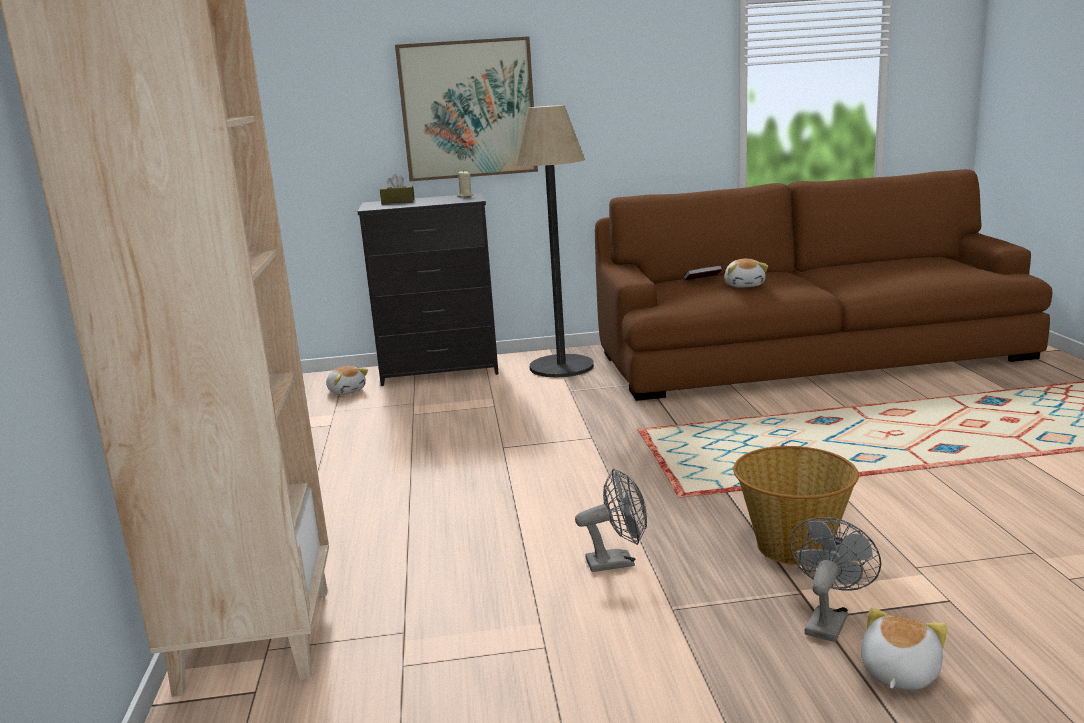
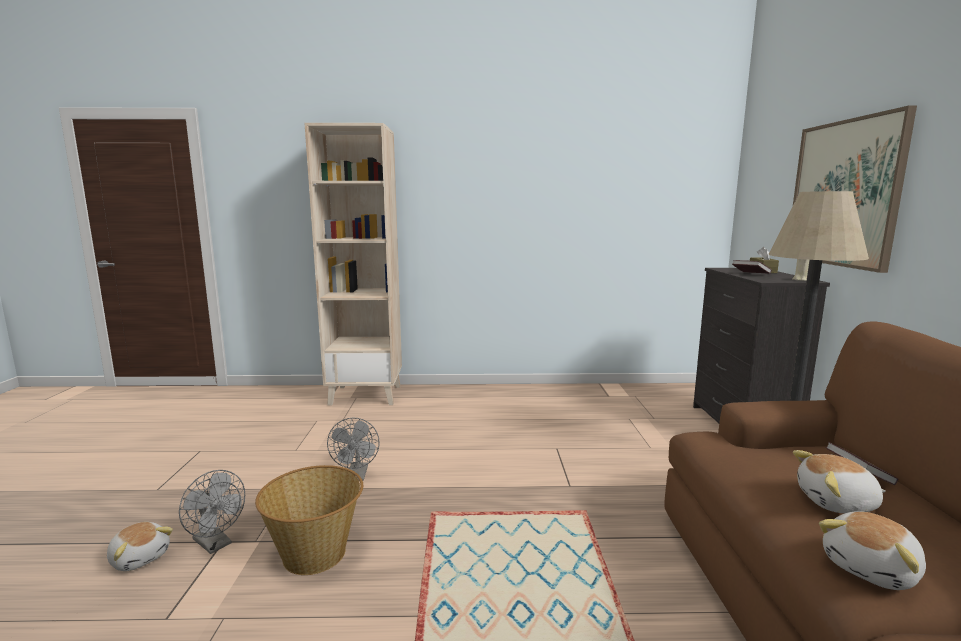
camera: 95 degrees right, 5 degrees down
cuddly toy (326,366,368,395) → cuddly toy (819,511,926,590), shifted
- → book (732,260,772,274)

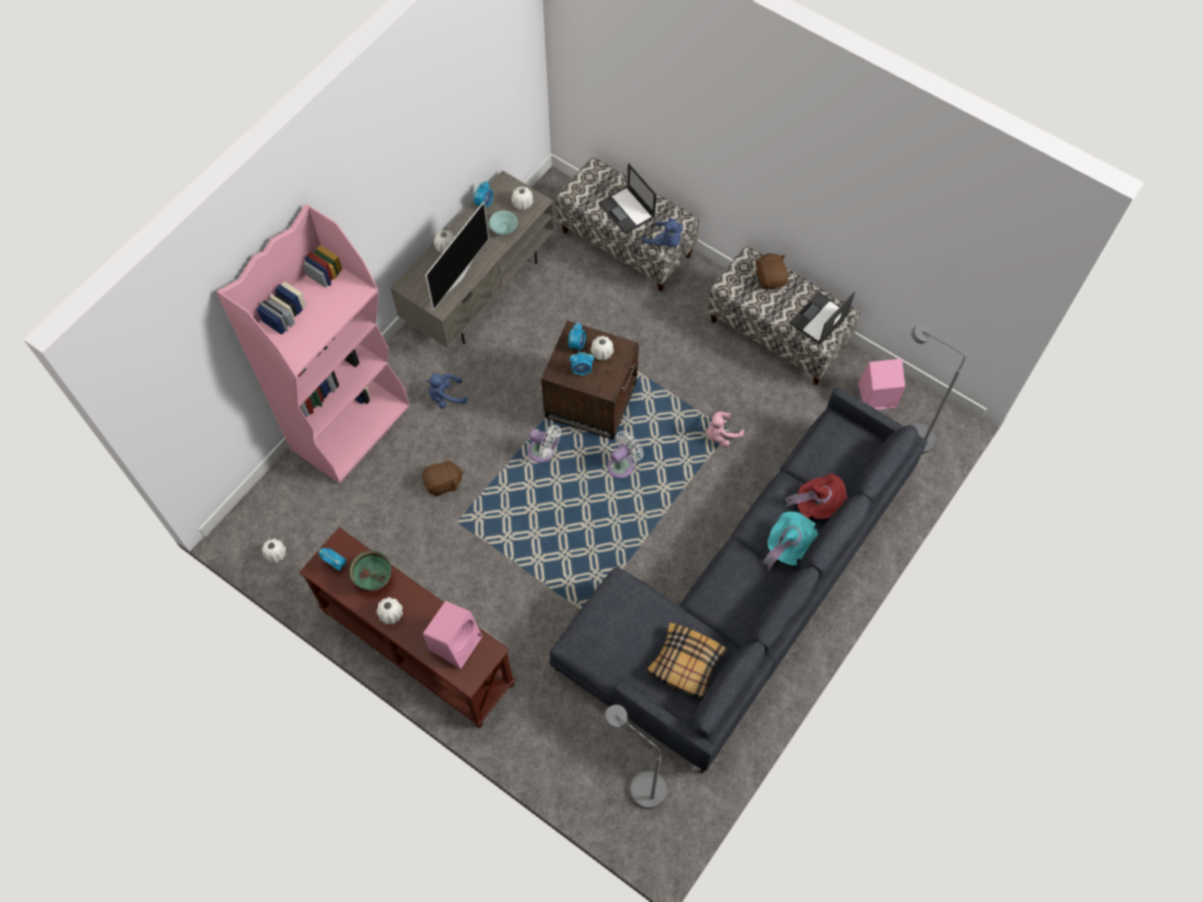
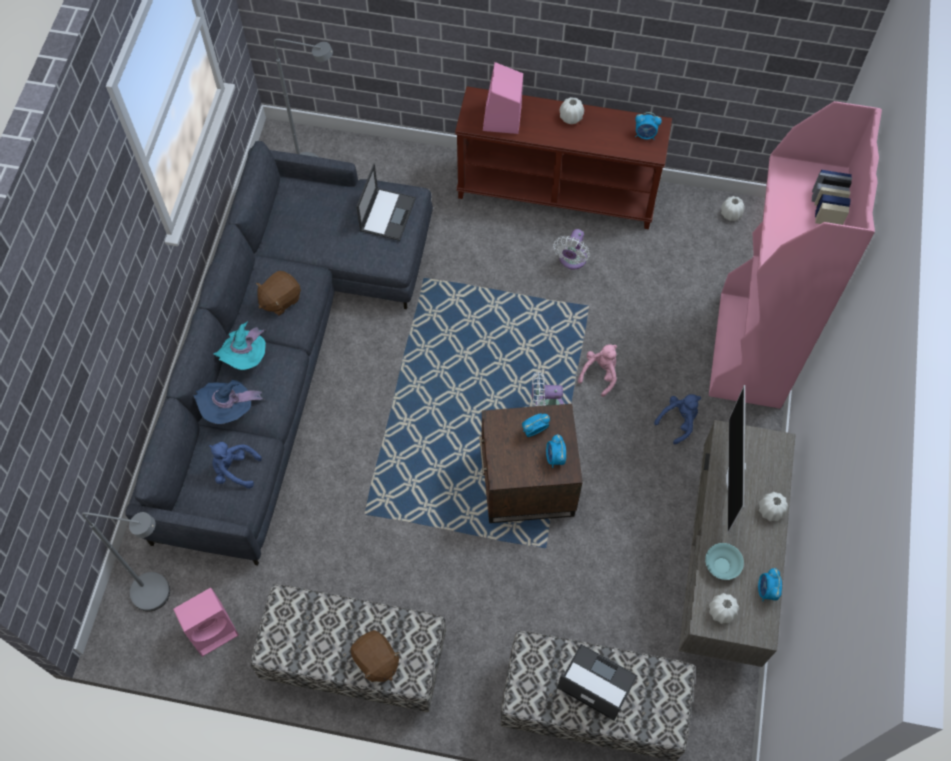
camera: 155 degrees right, 0 degrees up
blue-coloured cuddly toy (642,218,683,247) → blue-coloured cuddly toy (209,442,262,489), shifted
notebook computer (789,291,855,345) → notebook computer (356,164,416,241), shifted
white-coloured vase (591,336,614,360) → -
pink cuddly toy (707,412,744,447) → pink cuddly toy (578,344,617,397), shifted
white-coloured fan (607,431,644,478) → white-coloured fan (553,229,590,270), shifted
brown cuddly toy (422,458,464,496) → brown cuddly toy (256,271,301,316), shifted
red-coloured hat (784,474,847,519) → blue-coloured hat (194,380,265,424)
green deep dish (350,551,391,591) → -
cushion (647,623,727,698) → -

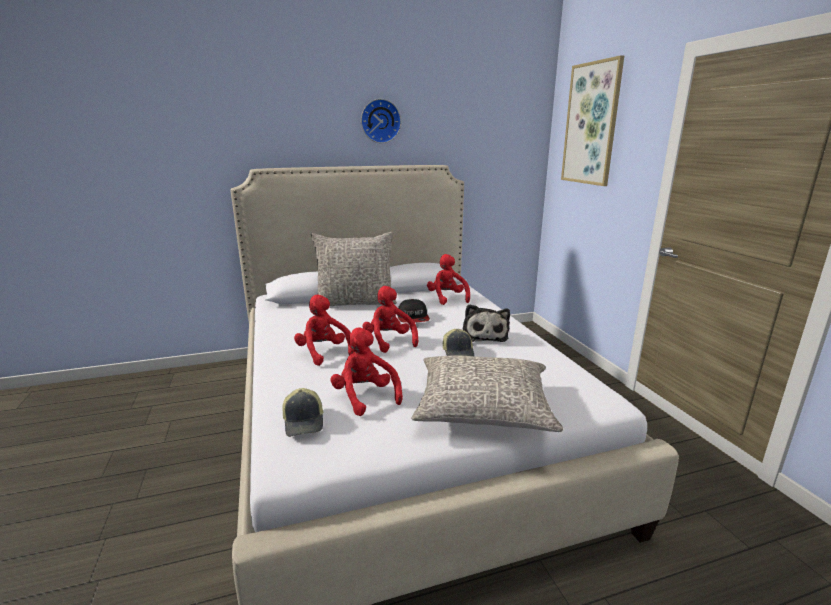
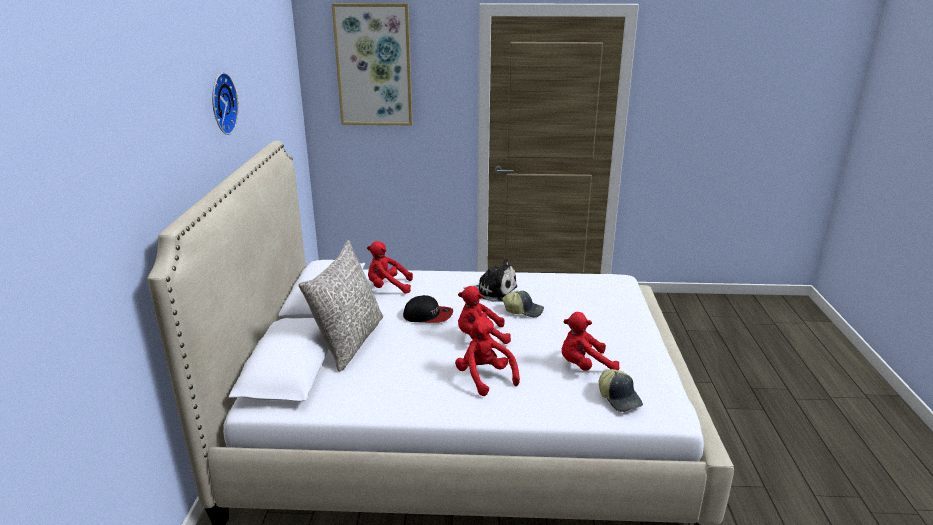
camera: 70 degrees left, 5 degrees up
red-coloured cuddly toy (294,295,355,366) → red-coloured cuddly toy (455,316,520,396), 75 degrees clockwise
greyish cushion (411,355,563,432) → -
peaked cap (282,388,323,437) → peaked cap (599,369,643,412), 60 degrees clockwise

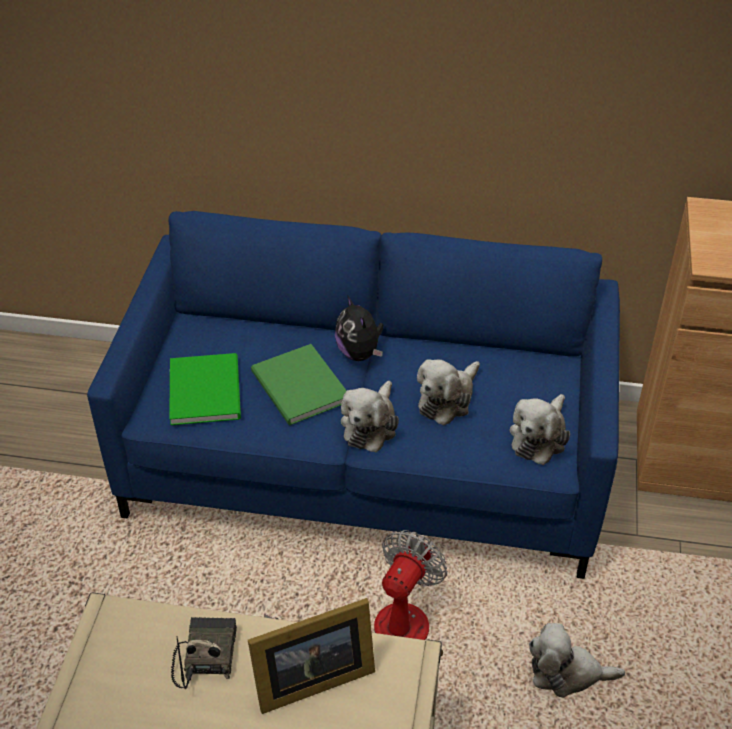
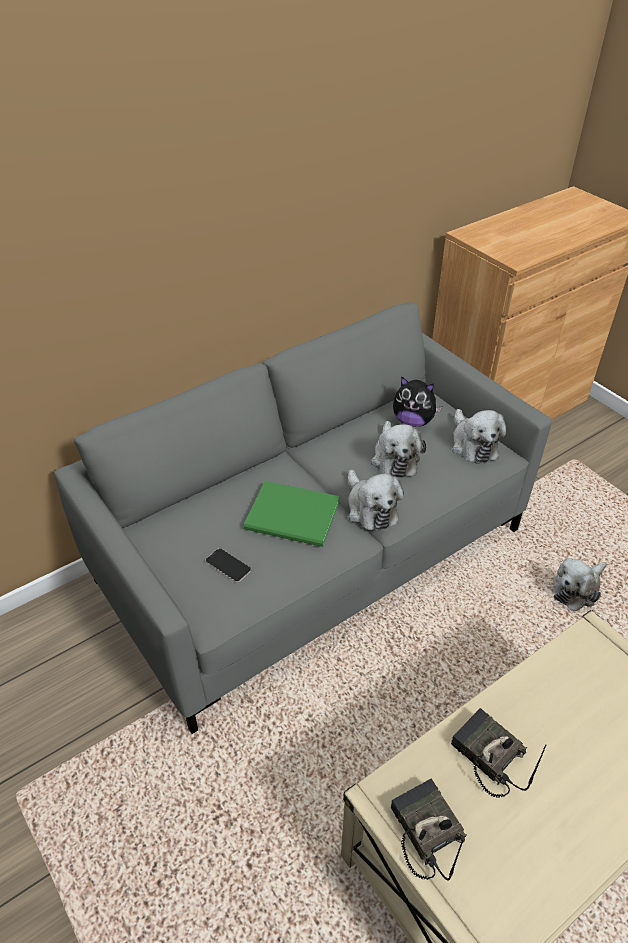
camera: 45 degrees left, 0 degrees up
blue-coloured settee (87,211,620,579) → greyish settee (54,302,552,734)
cuddly toy (335,295,383,361) → cuddly toy (393,376,442,427), shifted
green book (169,353,241,425) → phone (206,548,251,583)
fan (264,530,447,640) → -
picture frame (248,598,375,714) → -
- → radio (391,778,467,881)

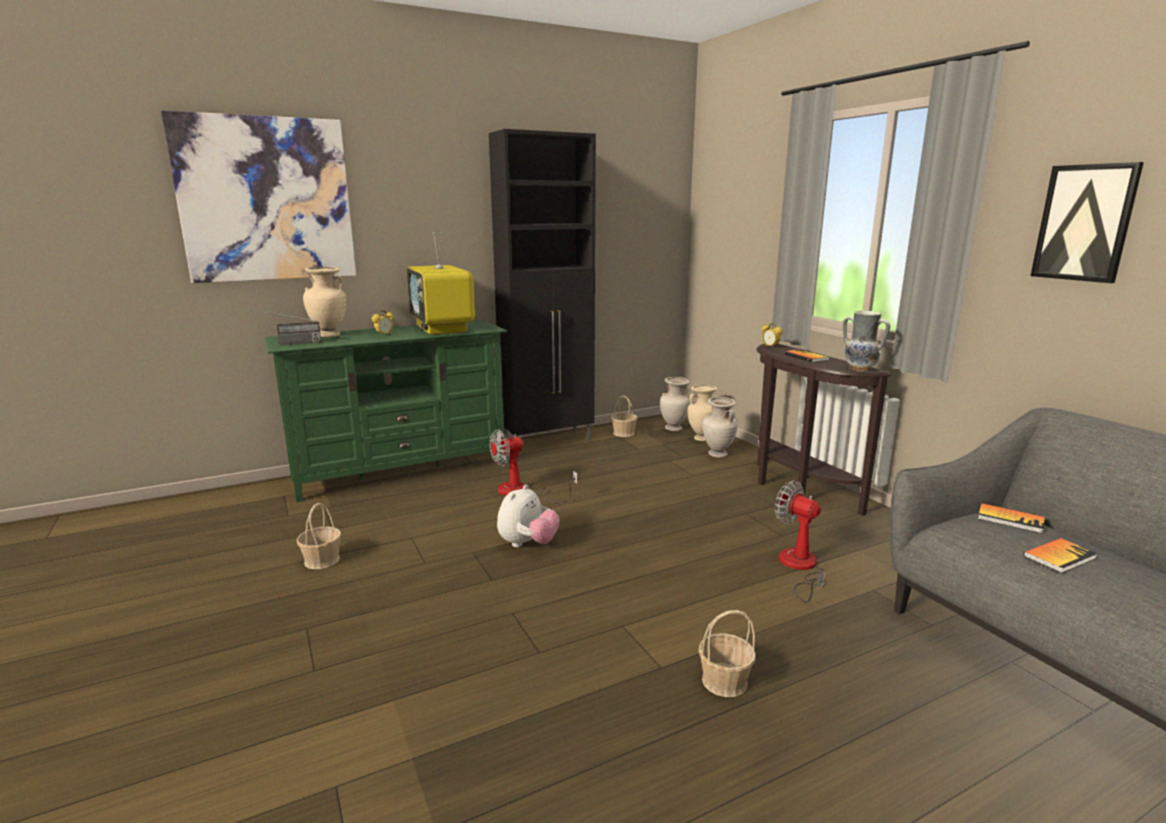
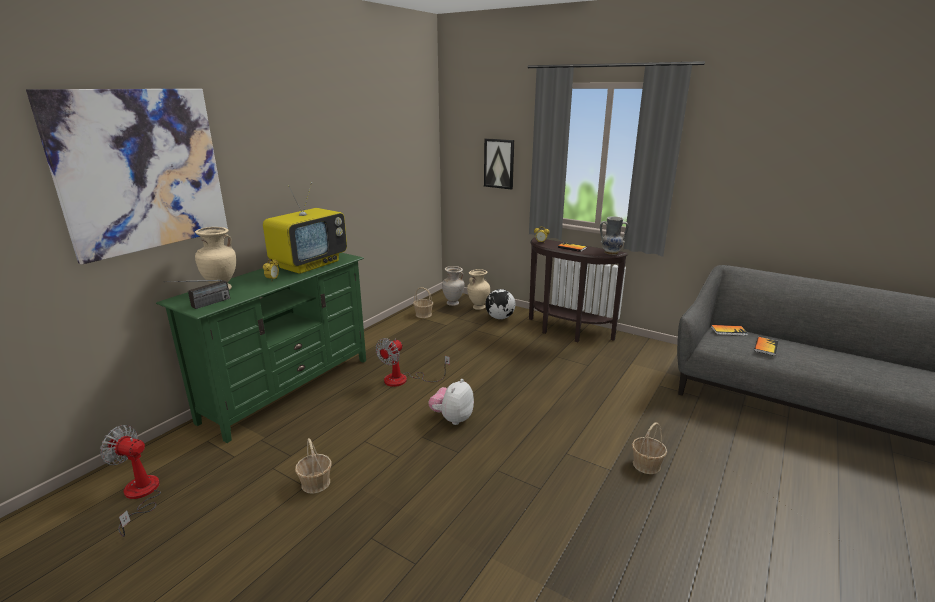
camera: 30 degrees left, 5 degrees up
black-coloured storage cabinet (489,129,596,453) → -
wall picture (1031,162,1144,283) → wall picture (484,139,514,190), shifted
television (407,230,475,335) → television (263,182,347,274), 90 degrees counterclockwise
beige vase (702,397,738,458) → globe (485,289,515,319)
fan (775,480,826,603) → fan (100,425,161,537), shifted
cuddly toy (497,484,559,547) → cuddly toy (429,379,474,425), 150 degrees counterclockwise

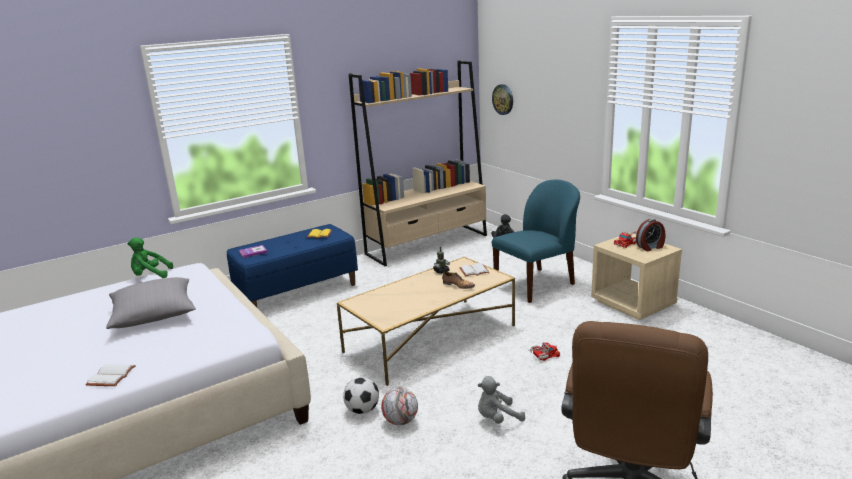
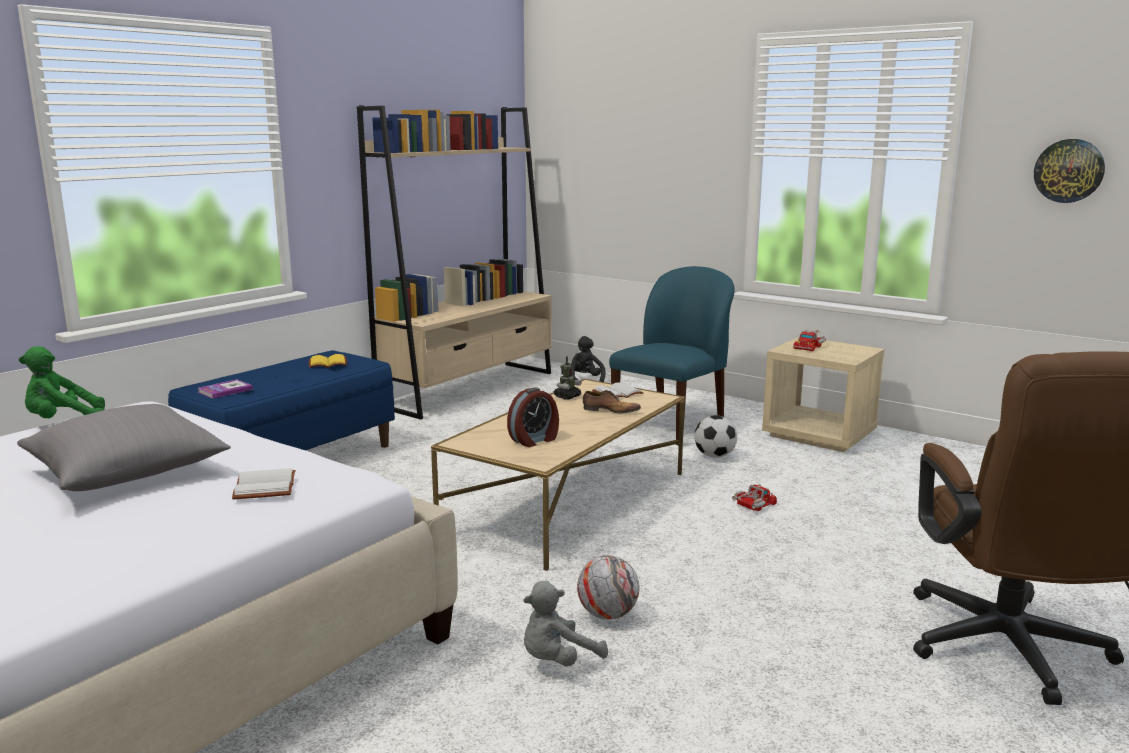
camera: 20 degrees left, 5 degrees down
hanging clock (492,84,513,115) → hanging clock (1034,139,1105,203), shifted
alarm clock (636,219,665,251) → alarm clock (507,388,559,447), shifted
white-coloured book (85,364,136,386) → white-coloured book (232,468,296,499), shifted
greyish cuddly toy (477,376,525,424) → greyish cuddly toy (523,581,608,667), shifted
football ball (343,377,379,414) → football ball (694,415,737,458), shifted

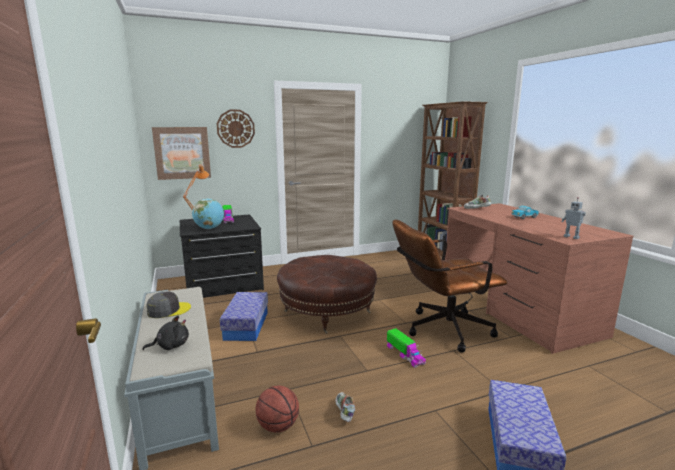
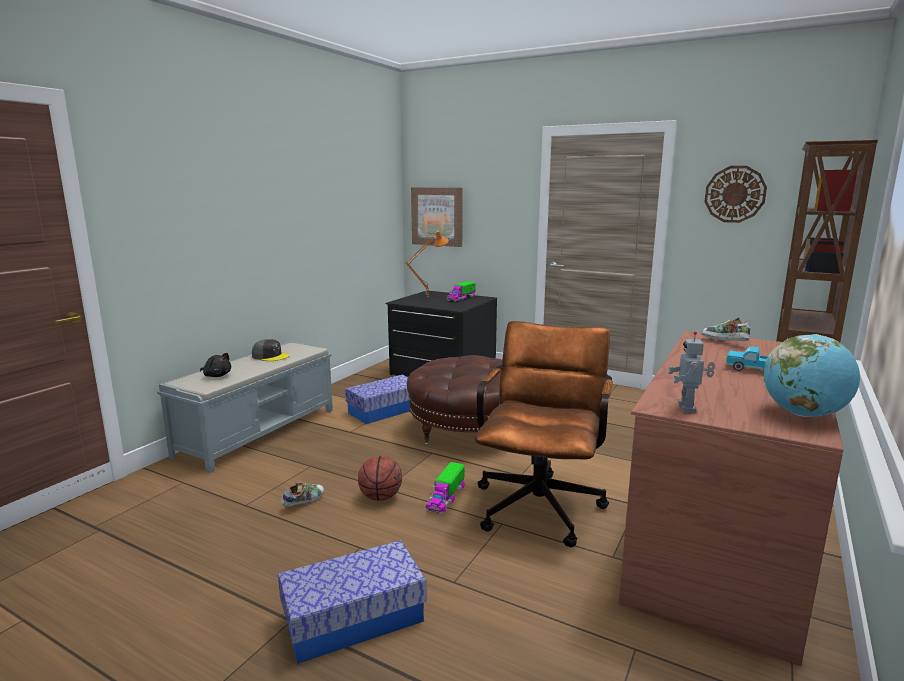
camera: 50 degrees right, 0 degrees up
hanging clock (217,110,255,148) → hanging clock (704,166,767,223), shifted
globe (192,198,224,229) → globe (764,334,860,417), shifted
brown computer chair (393,220,507,353) → brown computer chair (475,321,613,547), 75 degrees clockwise
basketball ball (256,385,299,433) → basketball ball (358,456,402,501), shifted

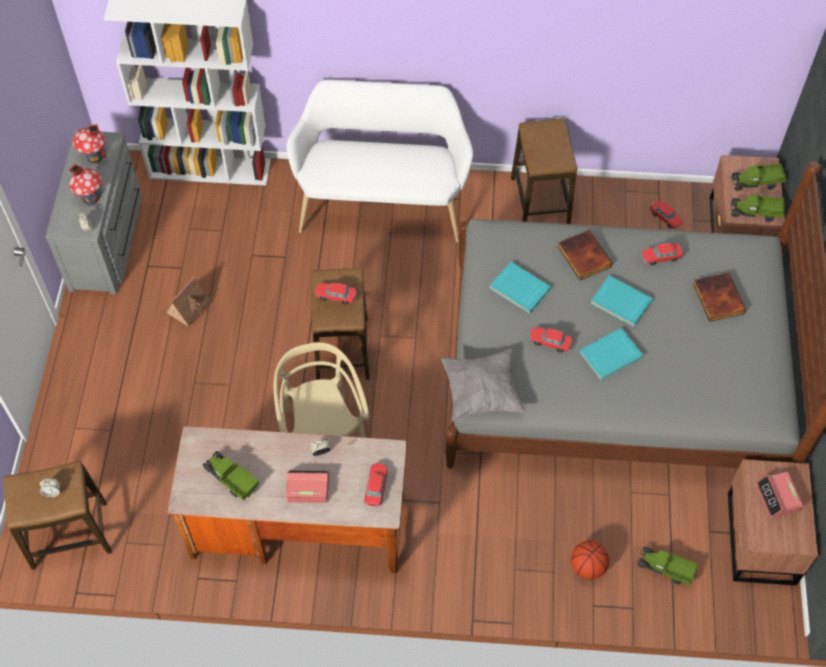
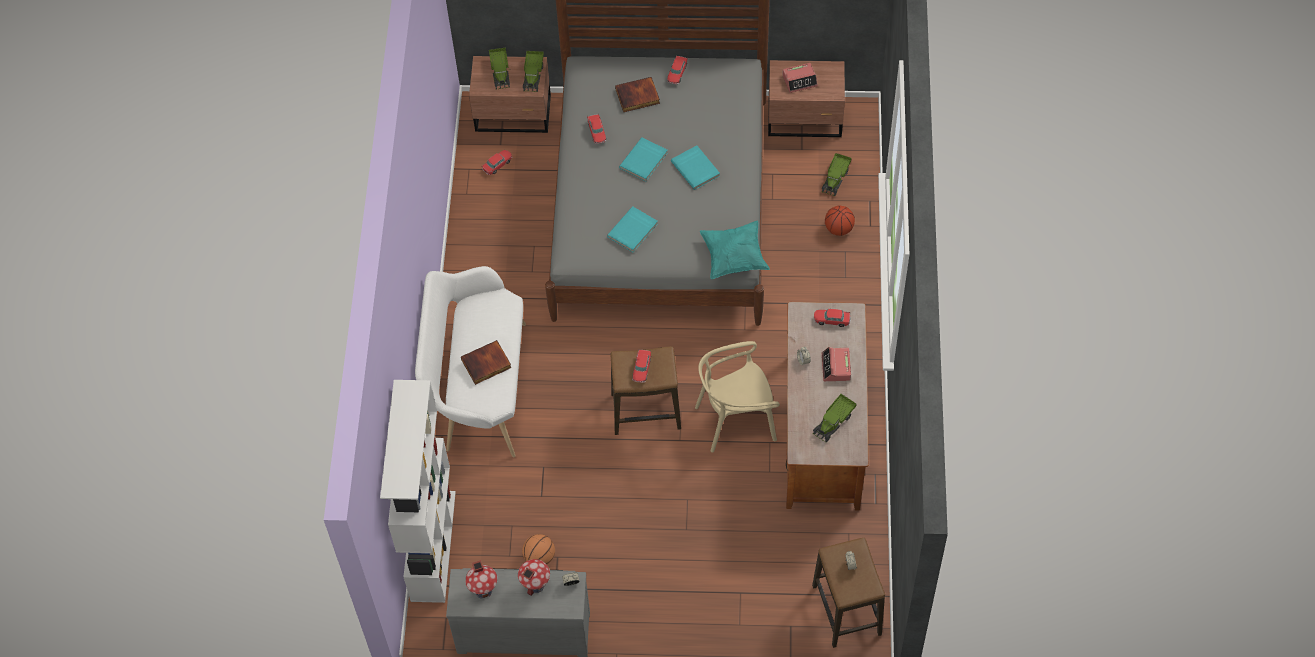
camera: 90 degrees left, 0 degrees up
stool seat (511,118,577,224) → -
book (558,230,612,280) → book (461,340,512,385), shifted
model house (165,277,214,326) → -
model car (530,327,573,352) → model car (667,56,688,84), shifted
greyish cushion (441,349,526,421) → turquoise cushion (700,221,770,279)
- → basketball ball (522,534,555,564)

